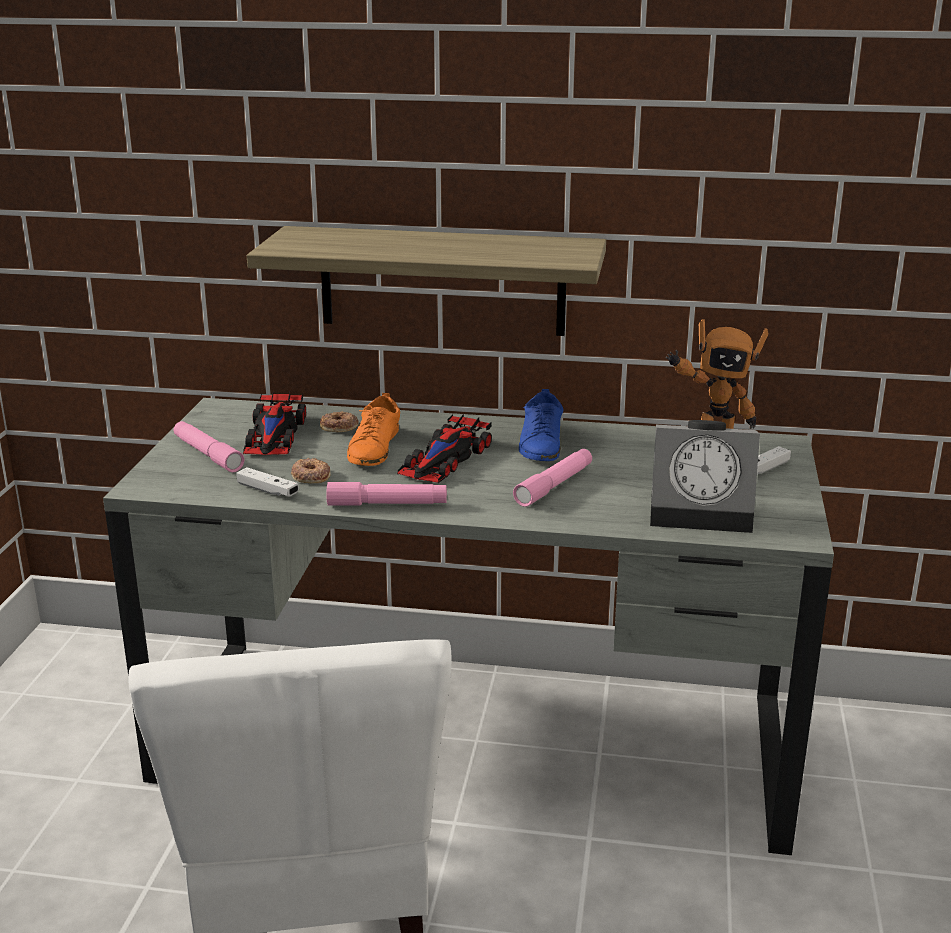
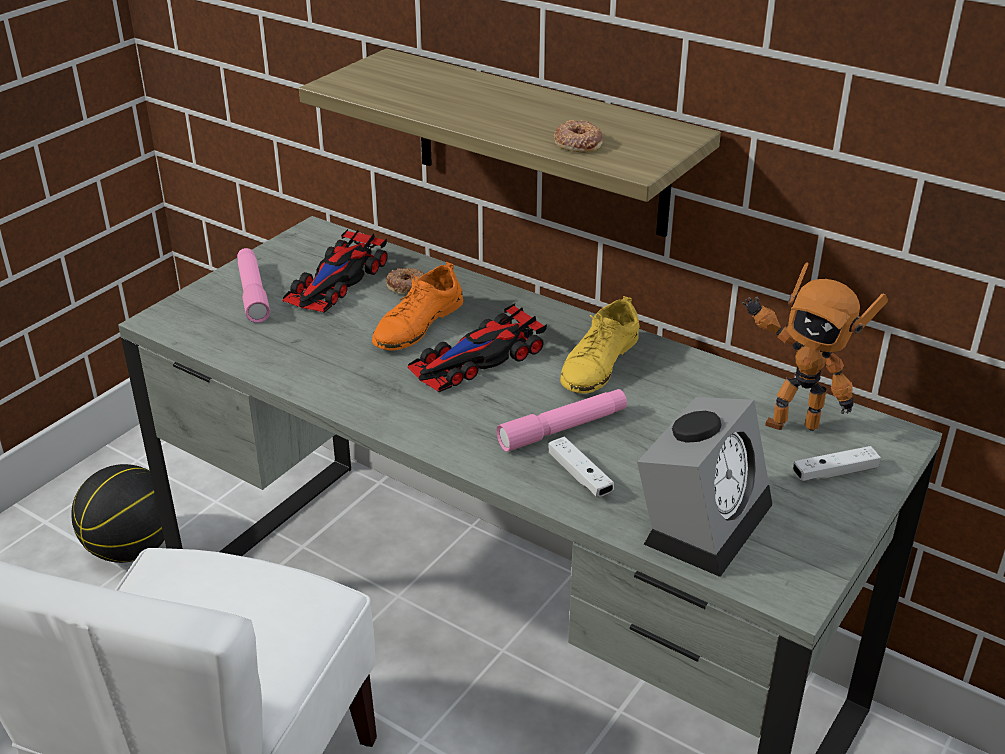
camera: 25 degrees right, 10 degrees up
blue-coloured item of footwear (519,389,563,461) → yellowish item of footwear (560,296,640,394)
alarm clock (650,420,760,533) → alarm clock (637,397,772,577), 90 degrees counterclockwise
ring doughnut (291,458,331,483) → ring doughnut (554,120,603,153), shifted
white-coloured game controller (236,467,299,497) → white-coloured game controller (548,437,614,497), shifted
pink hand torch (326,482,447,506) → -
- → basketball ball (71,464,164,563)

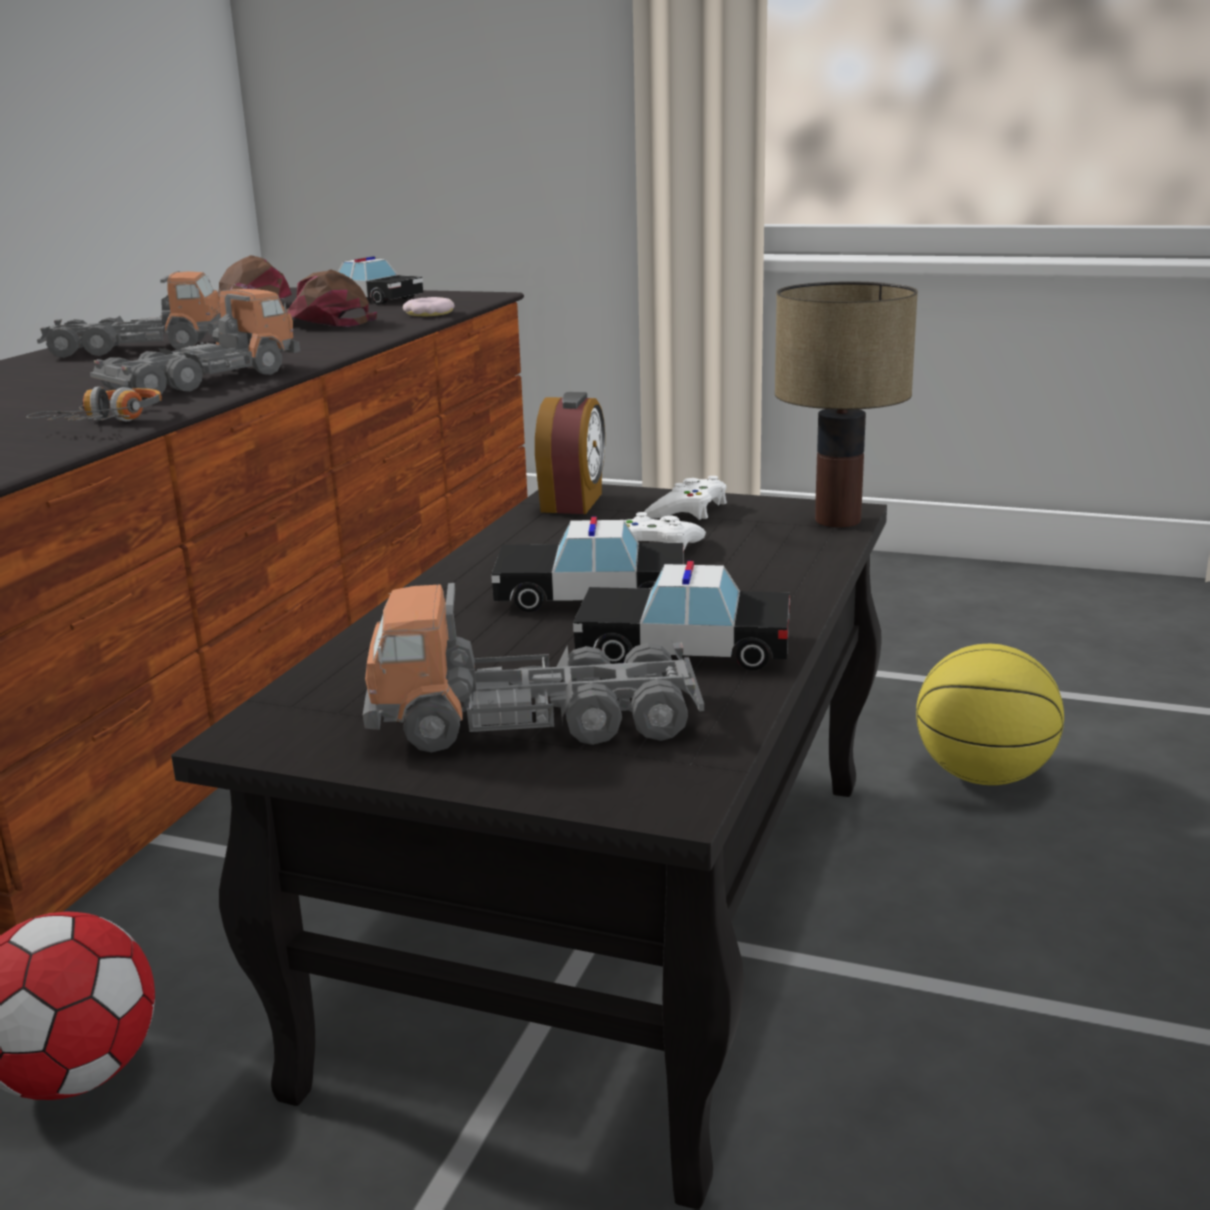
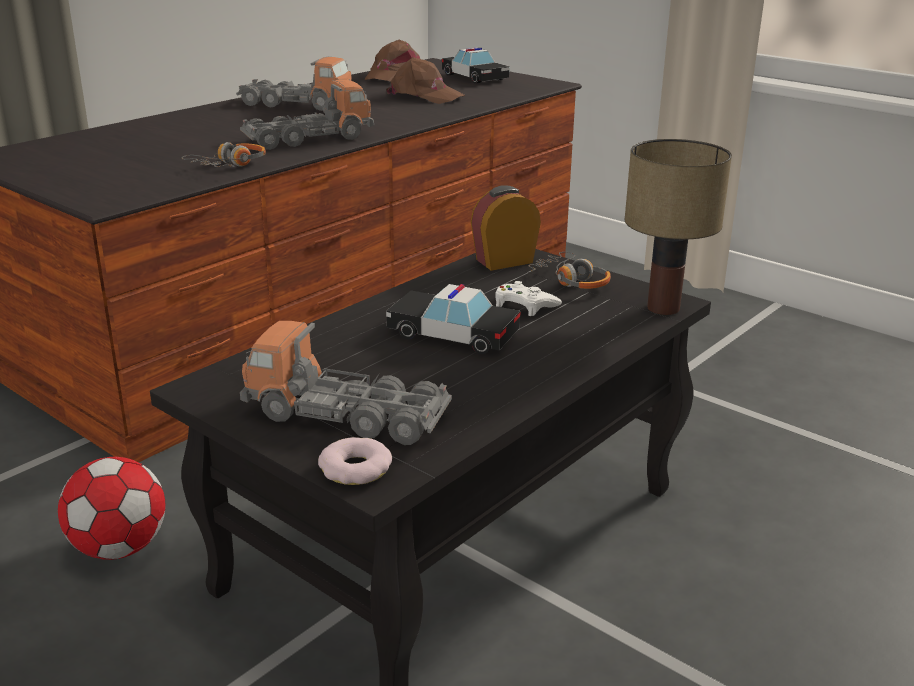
camera: 20 degrees right, 5 degrees up
brown peaked cap (286,269,377,327) → brown peaked cap (386,57,465,104), 150 degrees clockwise
ring doughnut (403,297,455,316) → ring doughnut (318,437,392,485), shifted
alarm clock (535,392,605,514) → alarm clock (471,185,541,271), 150 degrees counterclockwise
white-coloured game controller (644,476,727,520) → headphones (528,252,611,289)
model car (573,561,790,670) → -
basketball ball (916,644,1064,785) → -

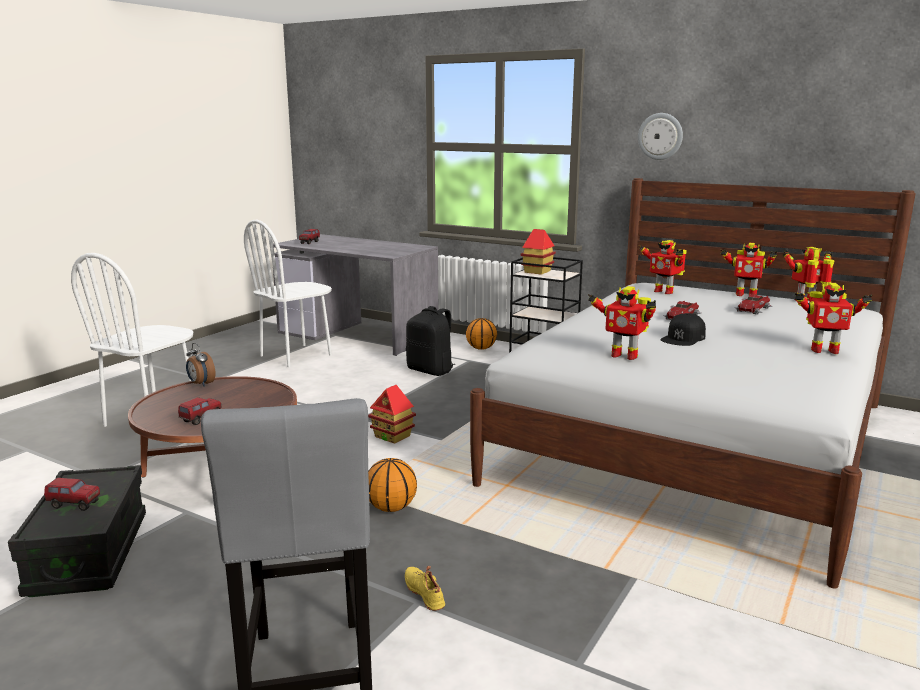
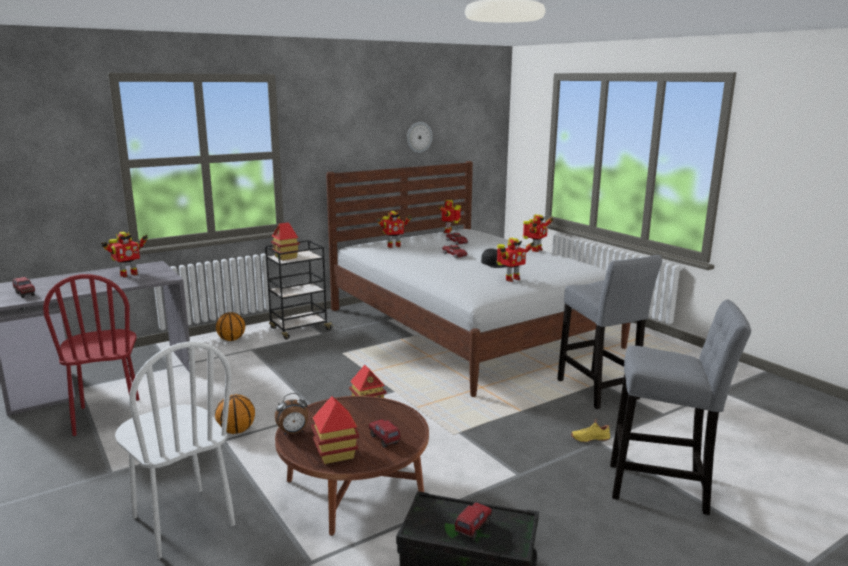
camera: 65 degrees left, 0 degrees up
hanging clock (638,113,683,160) → hanging clock (407,122,433,153), shifted
white-coloured upright chair (244,220,332,367) → red-coloured upright chair (43,274,140,436)
toy robot (721,243,777,296) → toy robot (101,232,148,277), shifted
black-coloured knapsack (406,306,456,376) → -
basketball ball (368,458,417,512) → basketball ball (215,394,255,434), shifted
- → greyish stool seat (557,255,663,409)
- → model house (311,396,360,464)

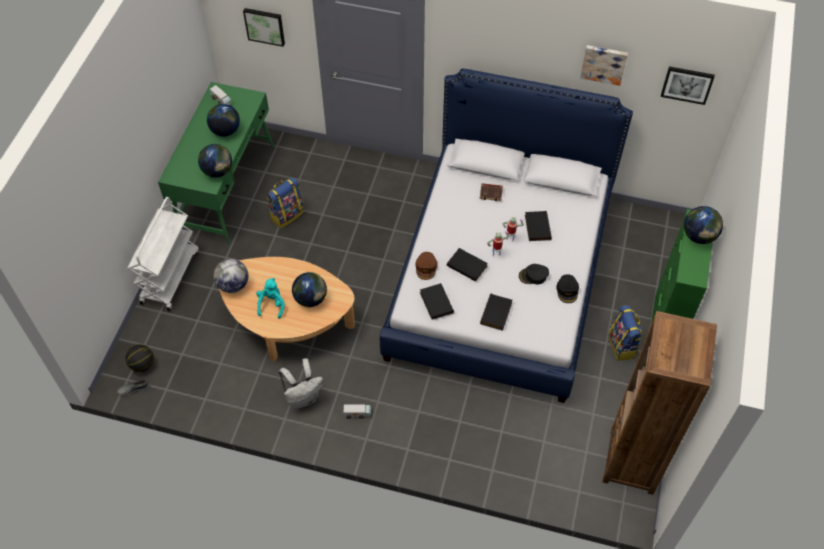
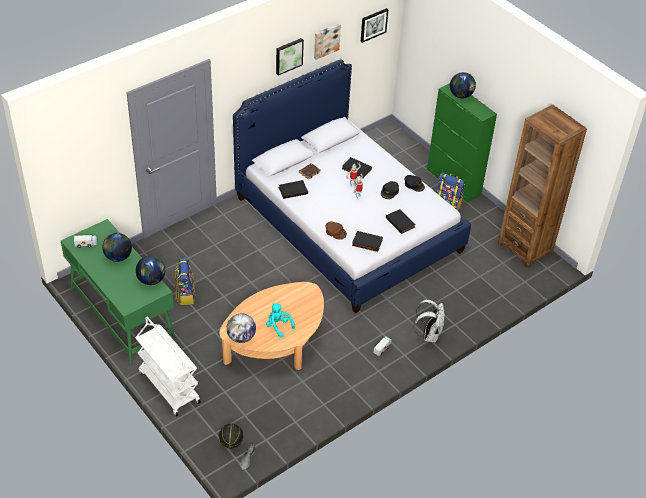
camera: 55 degrees left, 10 degrees down
wall picture (243,8,285,47) → wall picture (276,38,304,76), shifted
black-coloured book (447,248,488,281) → black-coloured book (278,180,308,199), shifted
globe (292,272,327,307) → -
white-coloured knapsack (279,358,323,409) → white-coloured knapsack (414,299,444,343), shifted

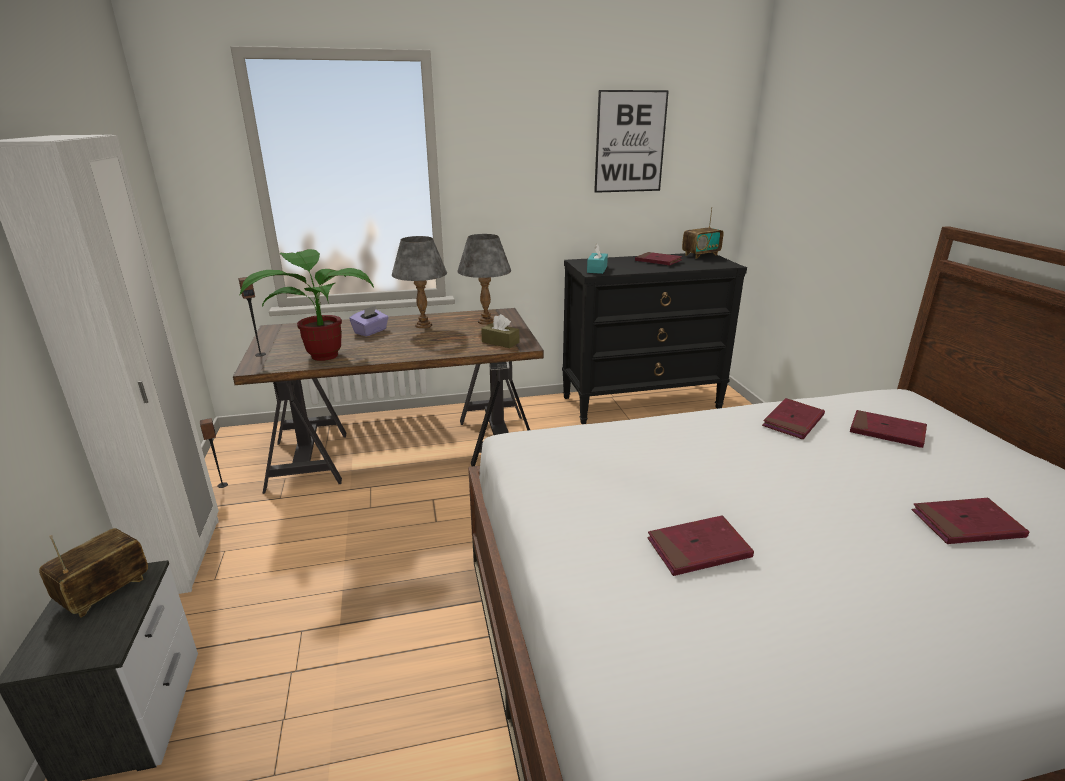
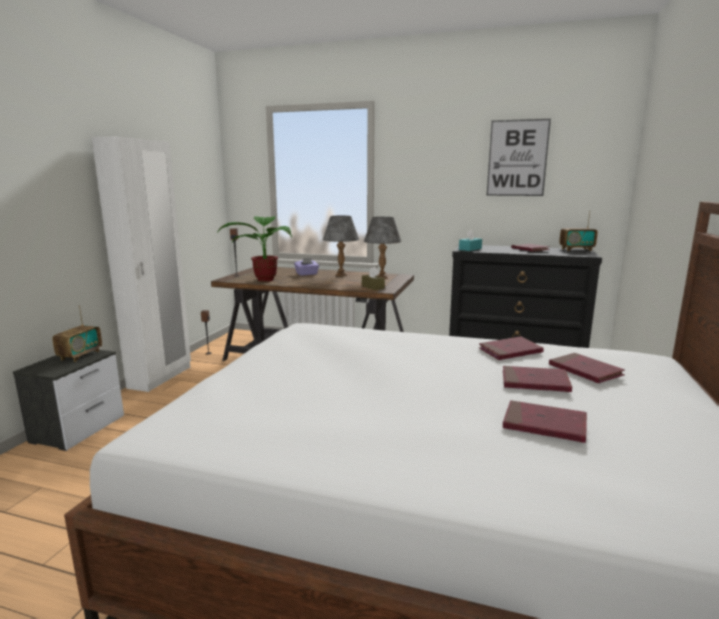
camera: 30 degrees right, 10 degrees down
red-coloured book (647,515,754,576) → red-coloured book (503,366,572,392), shifted
radio (39,528,148,618) → radio (53,305,102,362), 135 degrees clockwise

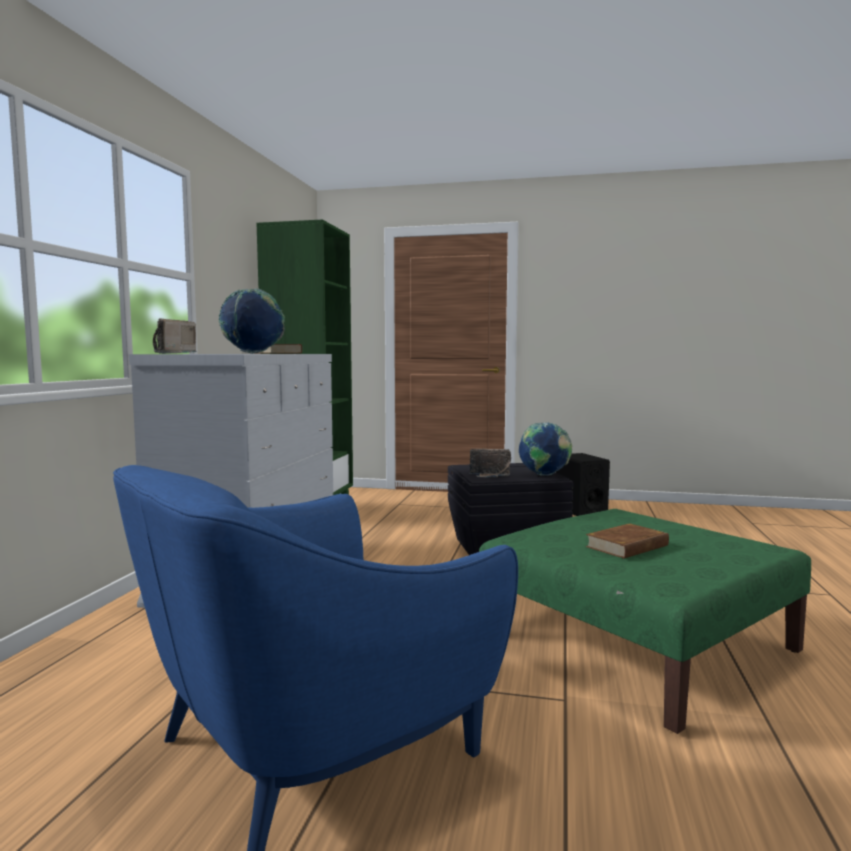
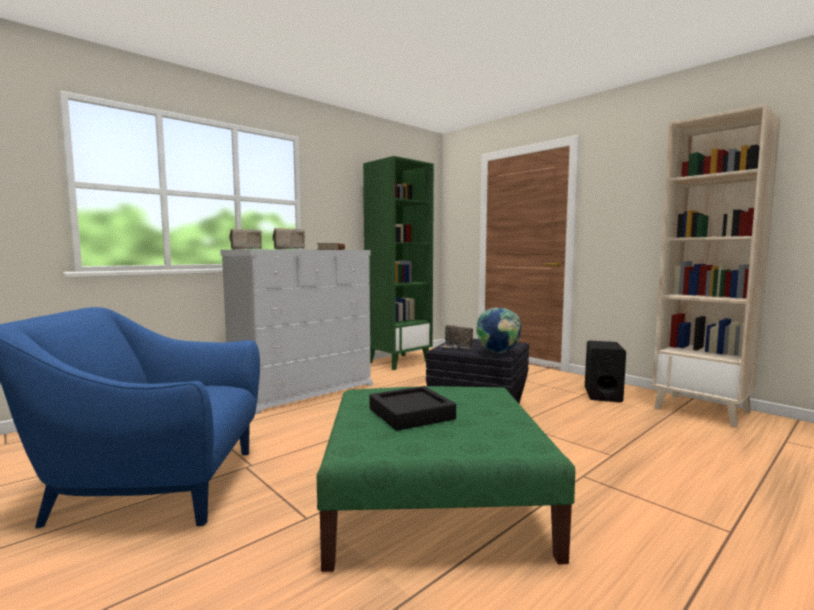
camera: 35 degrees right, 0 degrees up
globe (219,288,285,354) → radio (273,228,305,249)
brown book (586,523,669,559) → black-coloured serving tray (369,386,456,431)
- → beige bookshelf (652,103,781,428)

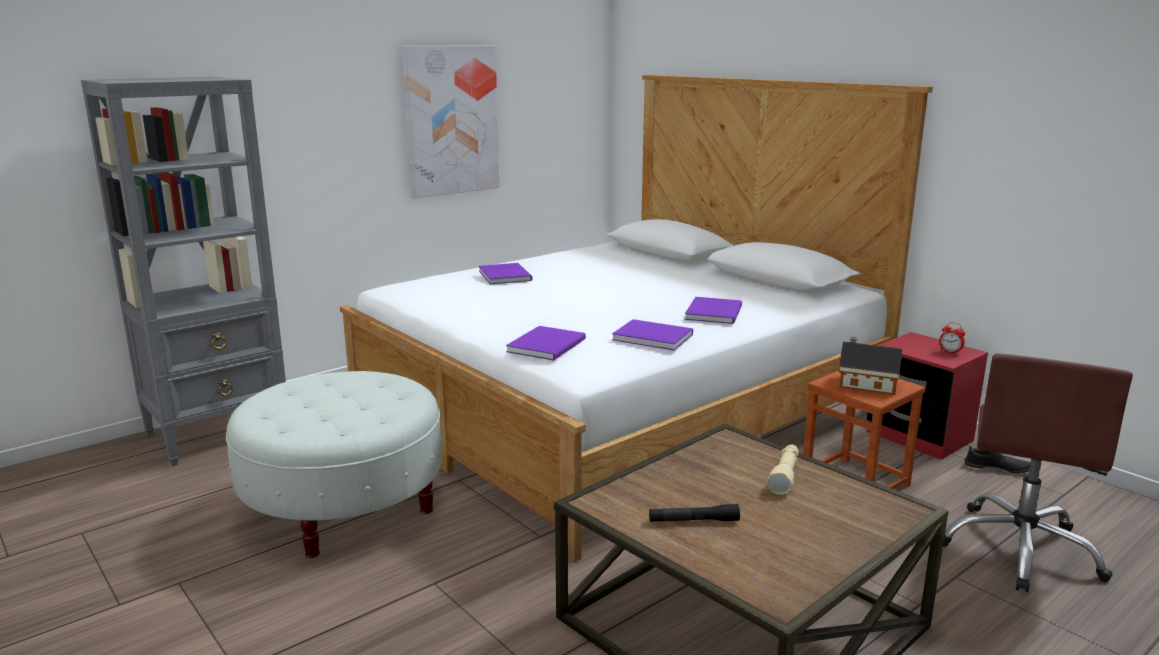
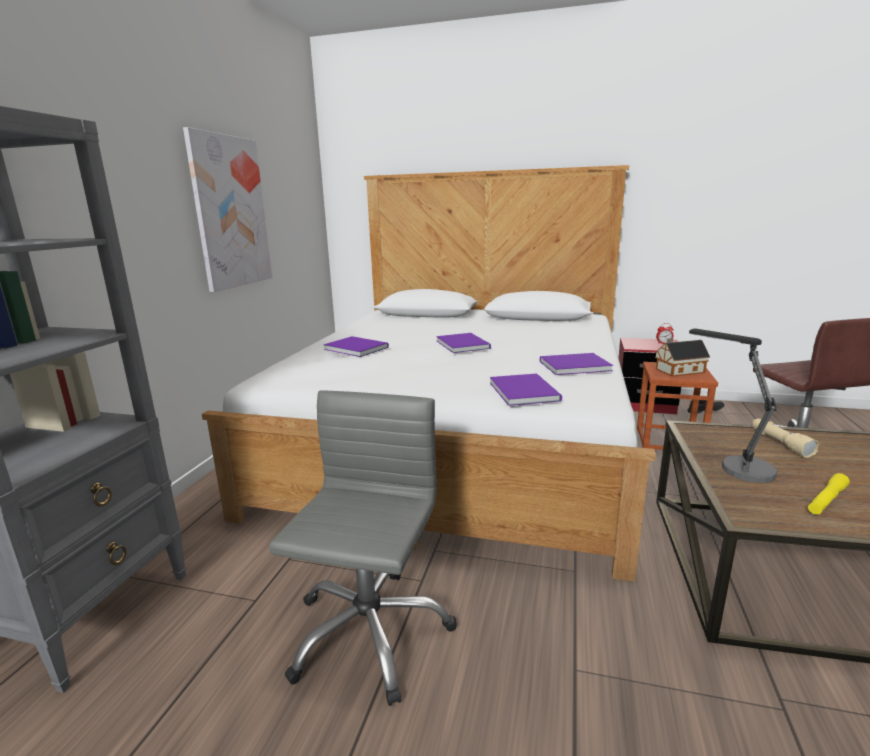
camera: 35 degrees left, 0 degrees up
purplish book (685,297,742,324) → purplish book (436,333,491,353), shifted
white-coloured footrest (226,371,443,558) → greyish computer chair (269,390,457,706)
black-coloured hand torch (649,504,740,522) → yellowish hand torch (808,473,850,515)
- → table lamp (689,328,778,483)

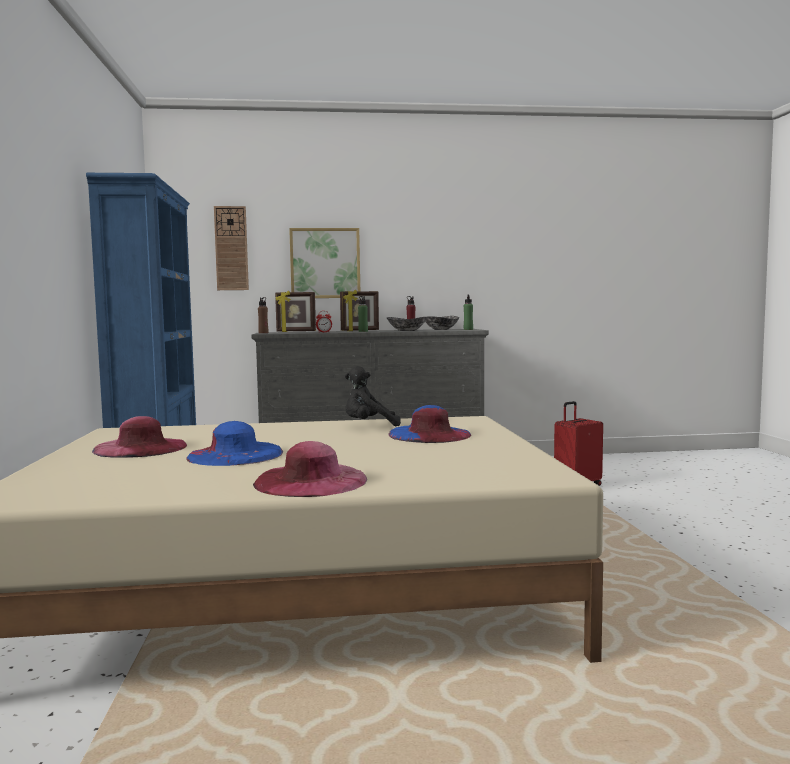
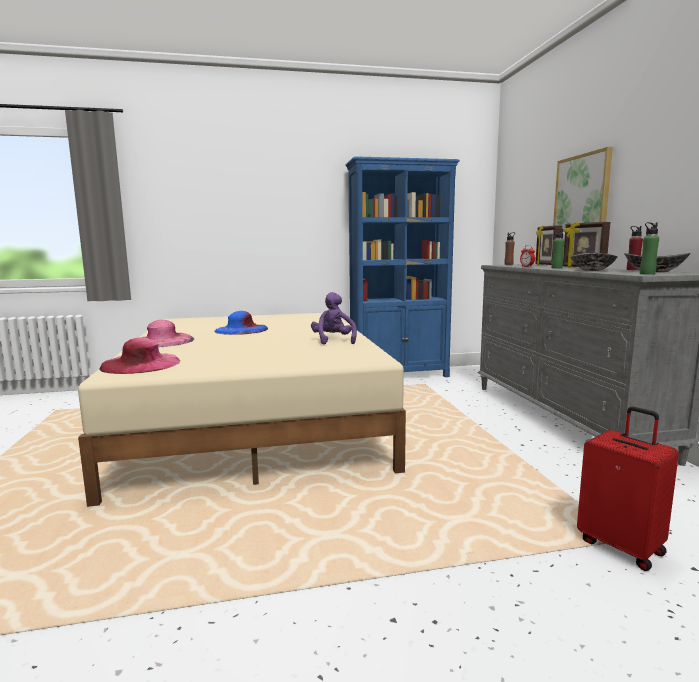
camera: 85 degrees right, 5 degrees up
hanging clock (214,206,249,290) → -
black-coloured cuddly toy (345,366,401,426) → purplish cuddly toy (311,292,357,344)
blue-coloured hat (388,405,471,443) → -
pink hat (92,416,187,458) → pink hat (99,337,180,374), shifted

